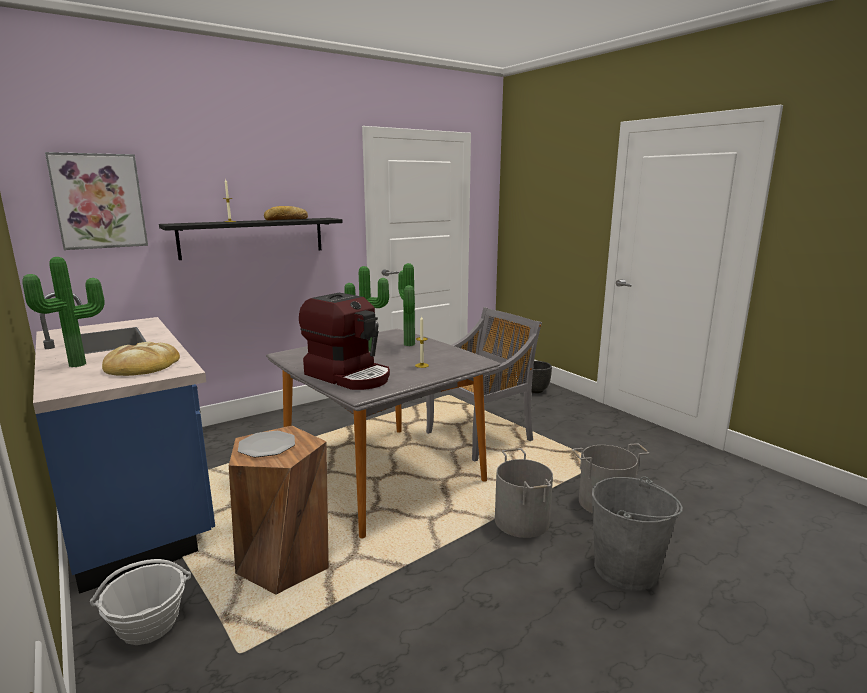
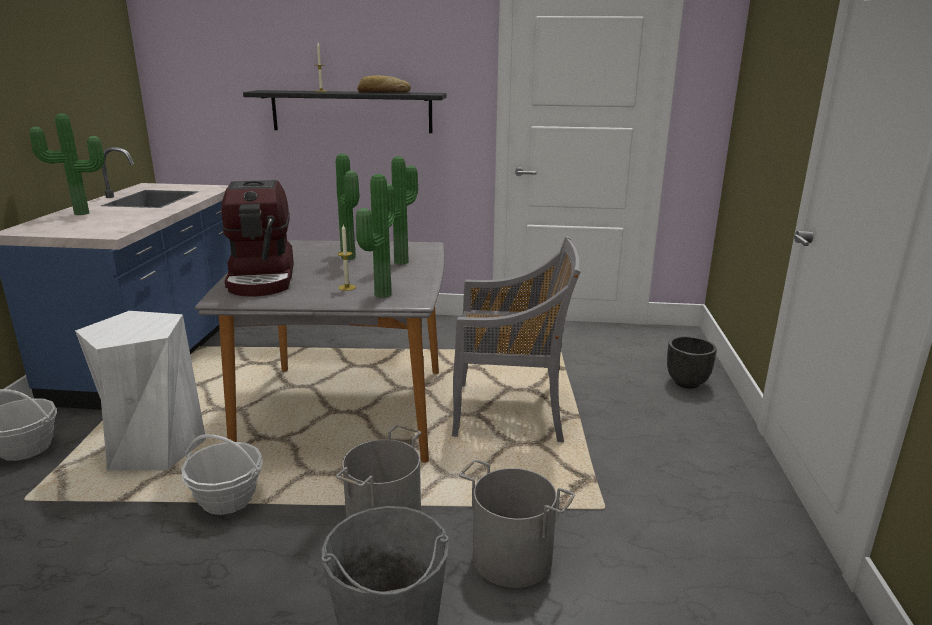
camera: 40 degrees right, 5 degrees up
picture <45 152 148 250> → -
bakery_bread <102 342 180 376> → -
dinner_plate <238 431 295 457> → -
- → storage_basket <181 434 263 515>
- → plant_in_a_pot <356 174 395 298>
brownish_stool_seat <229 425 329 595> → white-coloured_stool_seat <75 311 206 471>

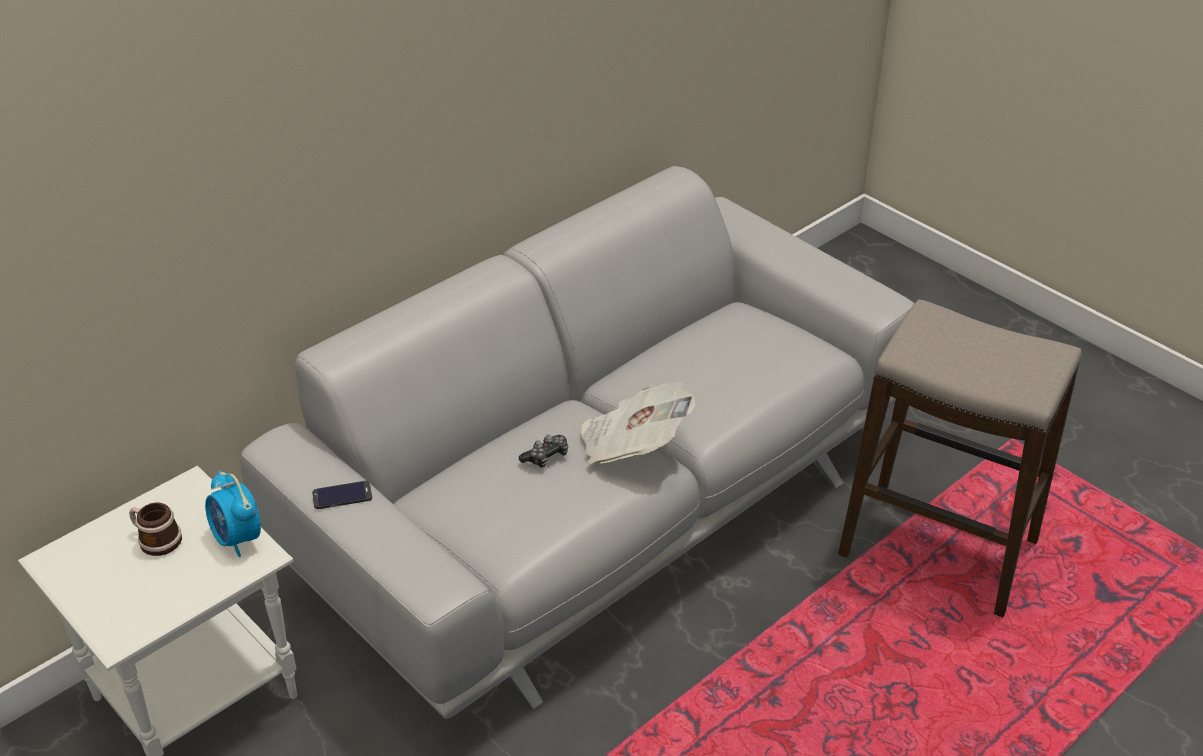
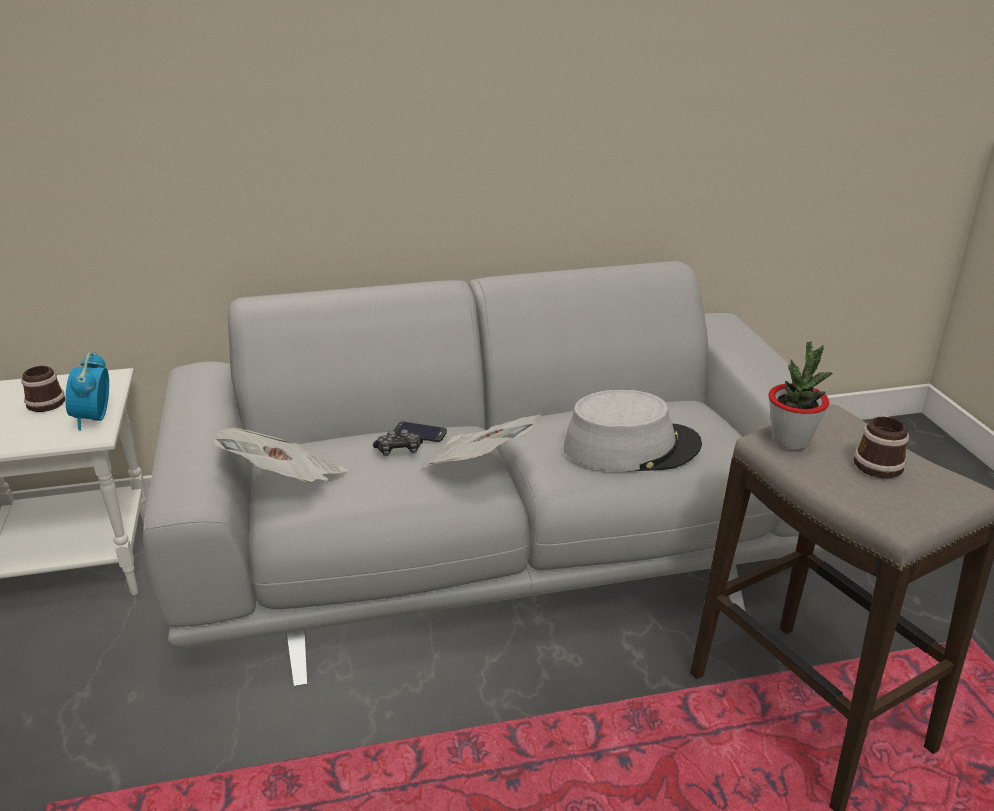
camera: 30 degrees right, 10 degrees down
- → newspaper <212 427 348 483>
- → greyish_wearable_hat <564 390 702 472>
- → plant_in_a_pot <768 342 833 450>
- → tea_mug <854 416 909 478>
phone <312 481 372 509> → phone <393 422 447 442>, moved

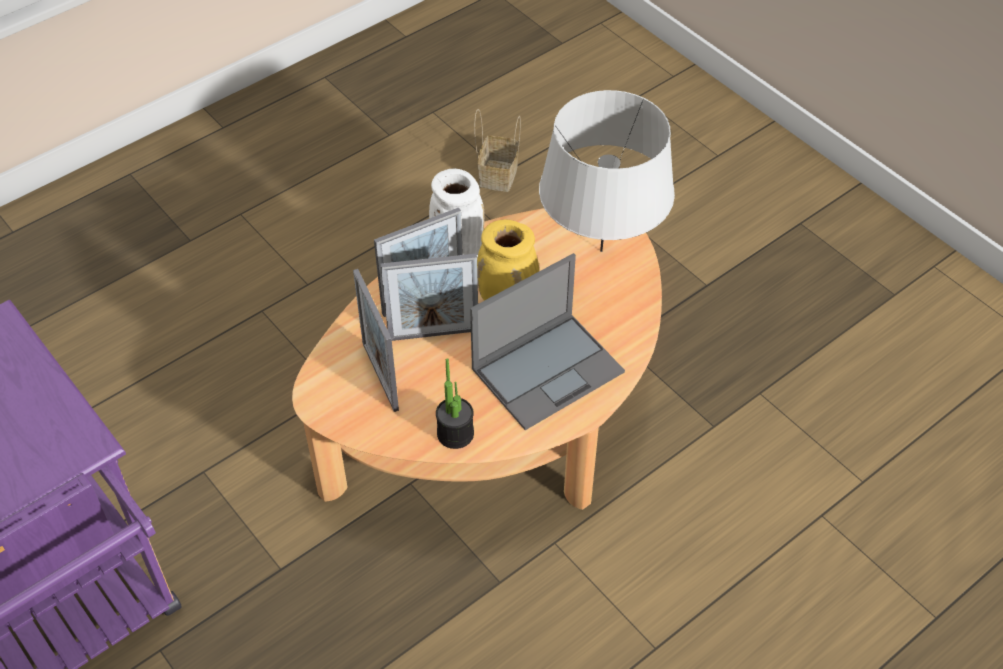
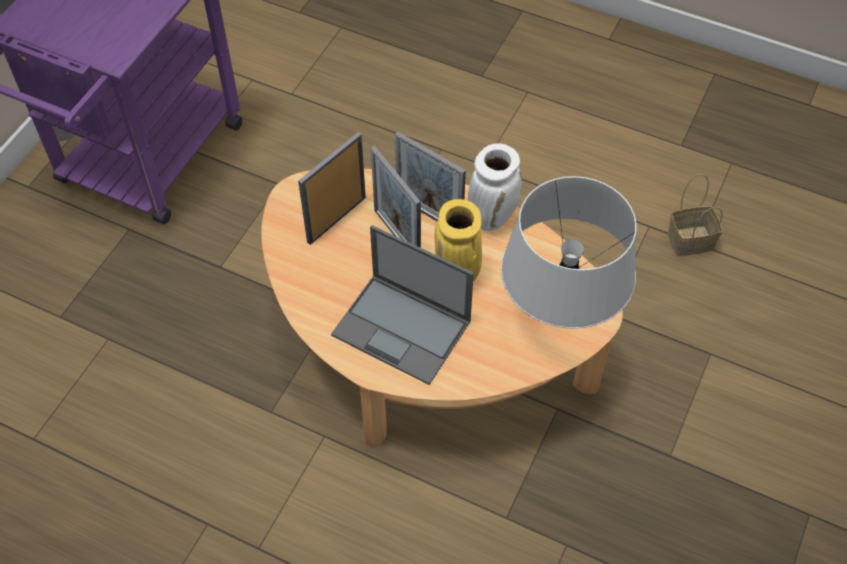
camera: 65 degrees right, 5 degrees up
plant_in_a_pot <436 358 474 449> → -

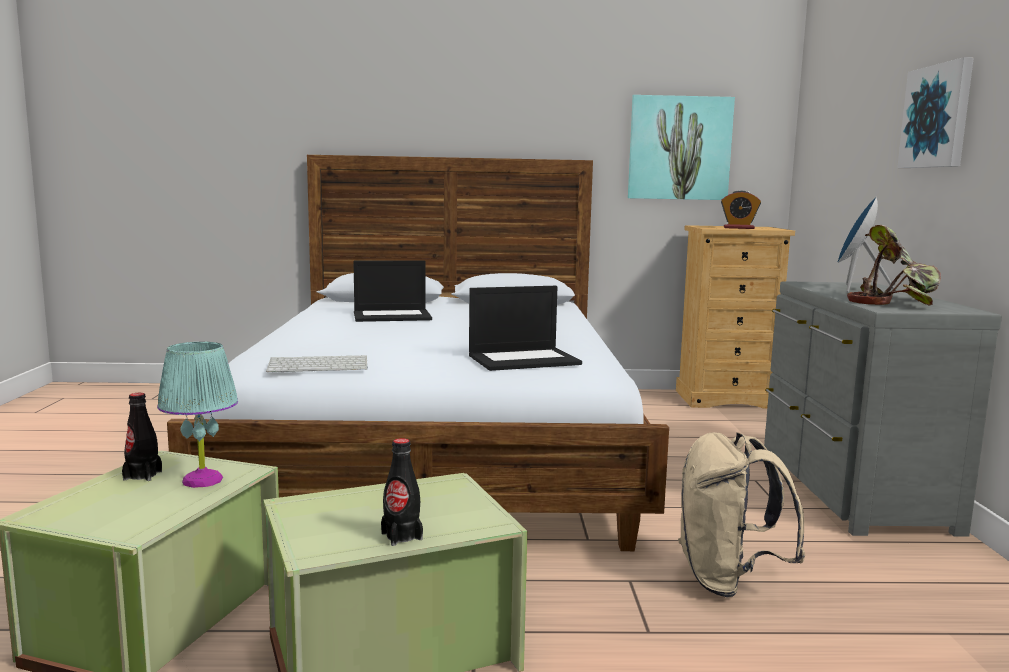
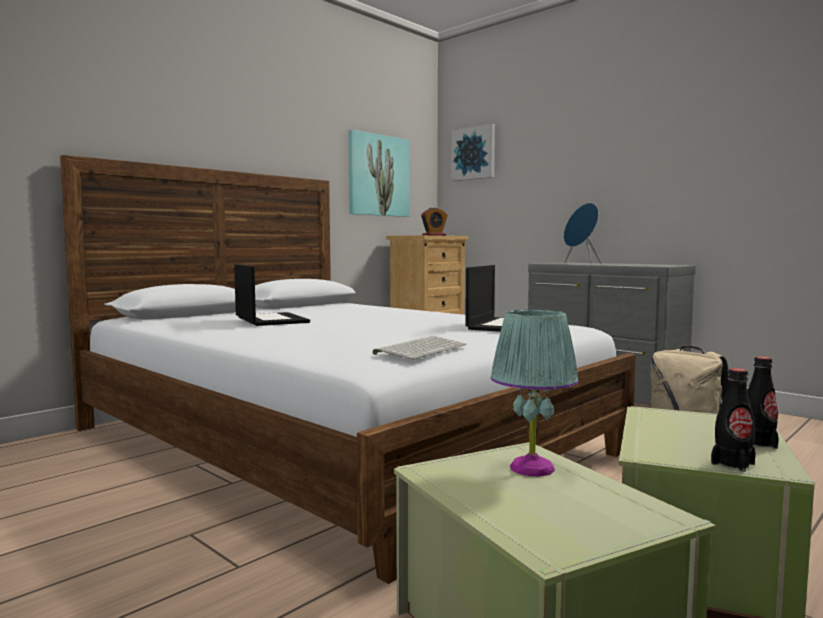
camera: 45 degrees left, 5 degrees down
plant_in_a_pot <847 225 941 306> → -
blackish_bottle <122 393 162 481> → blackish_bottle <711 368 756 472>, moved
picture <897 57 974 168> → picture <451 124 495 181>, moved
portable_computer <354 260 432 322> → portable_computer <234 264 310 326>, 60 degrees counterclockwise

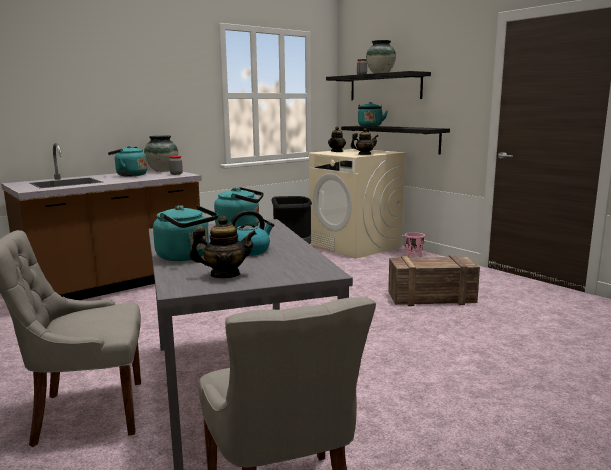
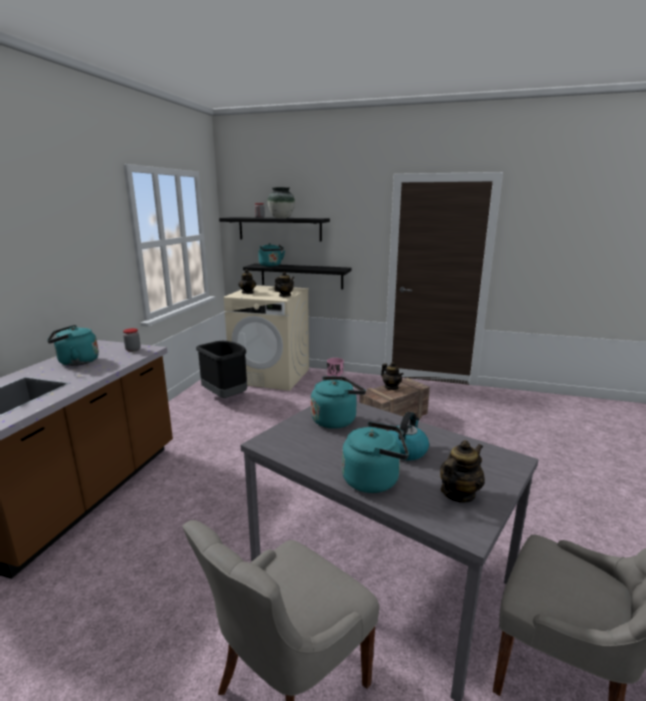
camera: 35 degrees left, 5 degrees up
vase <144 135 178 172> → -
- → pot_for_tea <381 362 404 390>

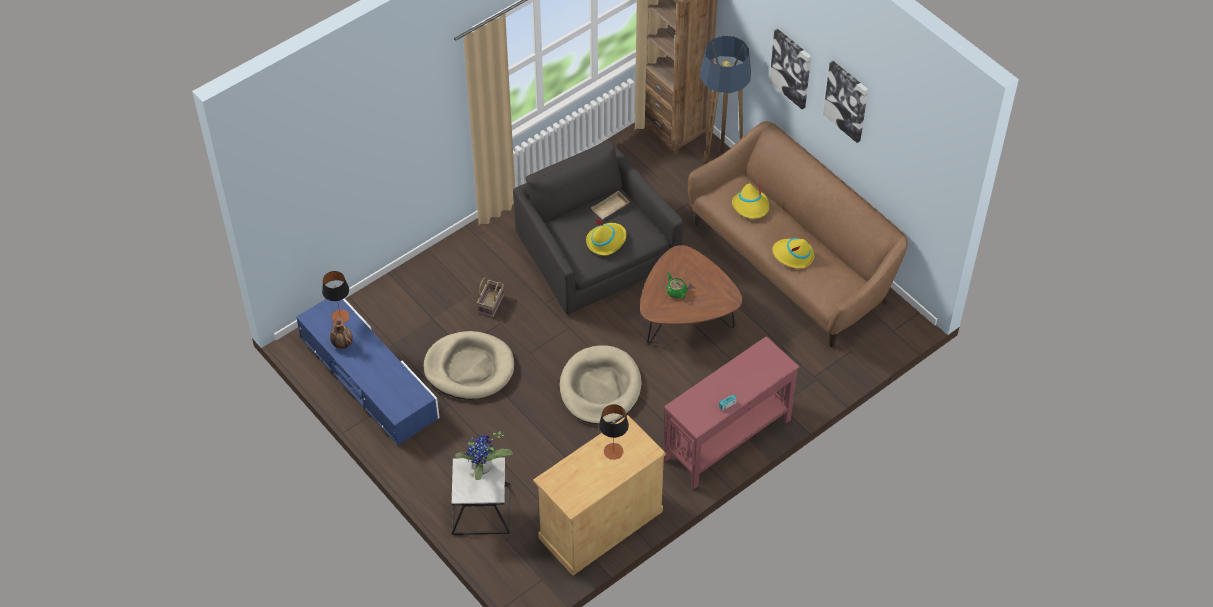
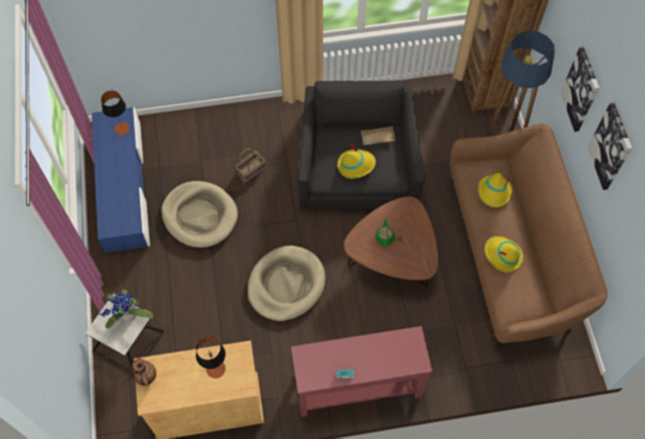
camera: 30 degrees right, 10 degrees up
vase <330 317 353 349> → vase <132 358 156 386>, moved

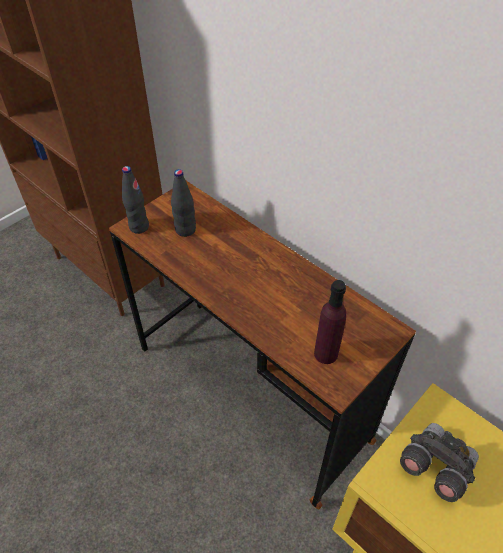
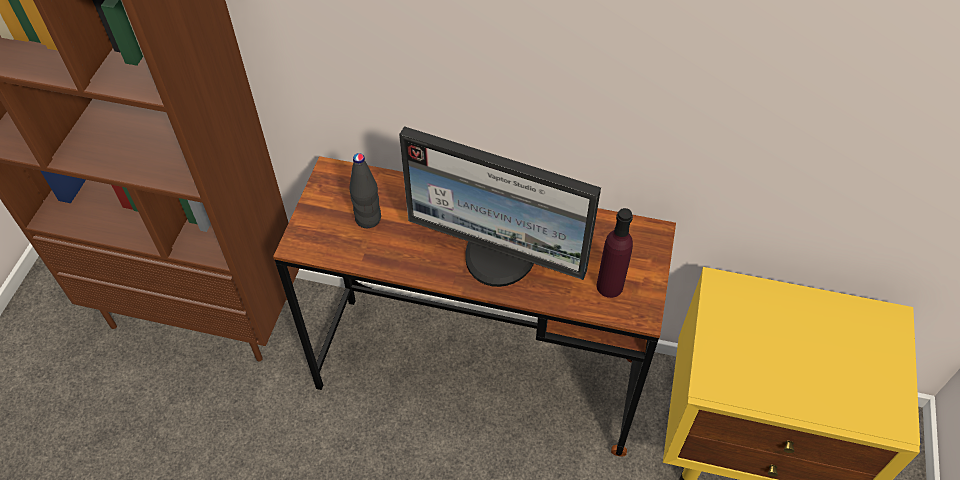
camera: 30 degrees left, 5 degrees up
blackish_bottle <122 166 149 234> → -
greyish_binoculars <400 423 479 502> → -
- → monitor <399 126 601 287>

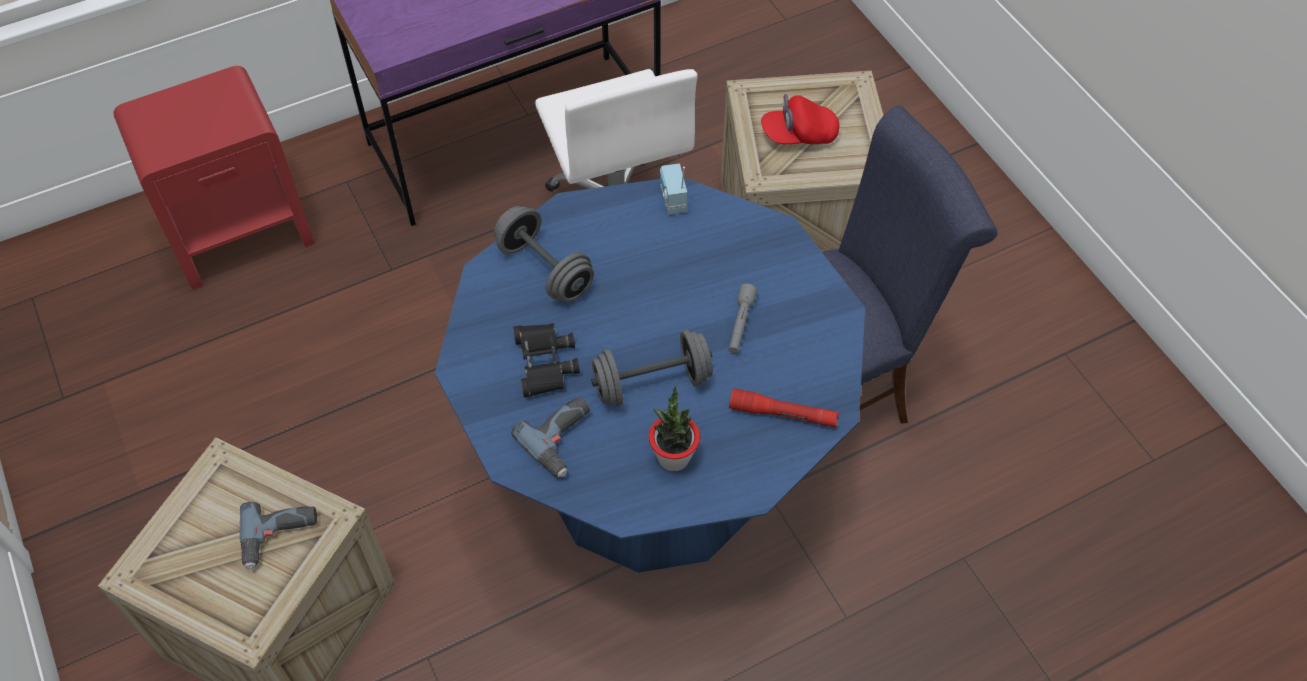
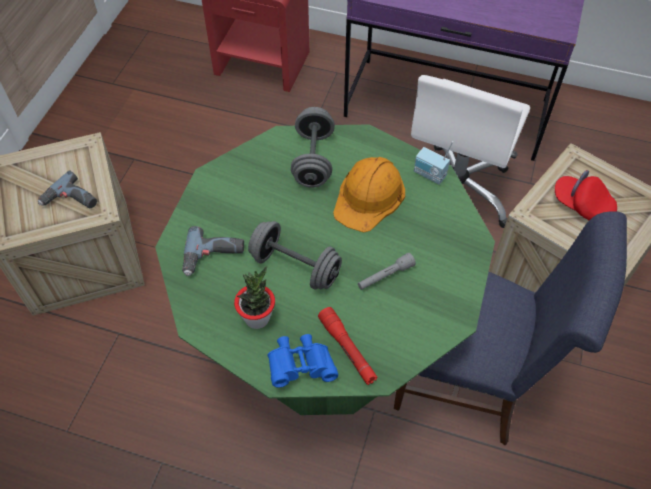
camera: 45 degrees right, 0 degrees up
blackish_binoculars <513 323 580 397> → -
- → blue_binoculars <268 334 338 388>
- → orangey_work_helmet <333 157 405 233>
blue_dinner_table <435 178 865 573> → green-coloured_dinner_table <155 125 495 415>
radio_receiver <660 164 687 214> → radio_receiver <414 141 453 185>, 90 degrees counterclockwise

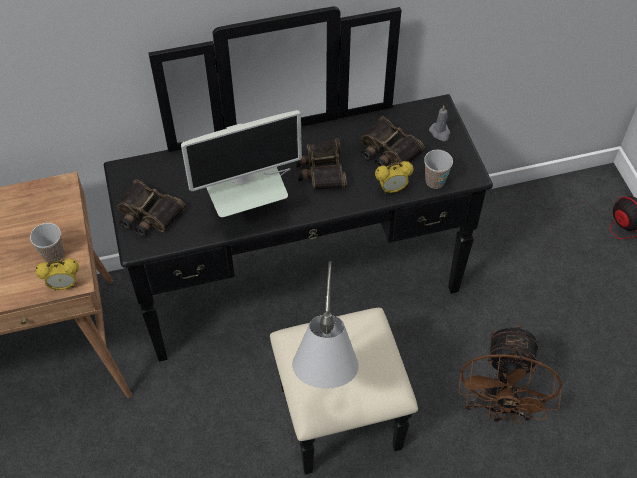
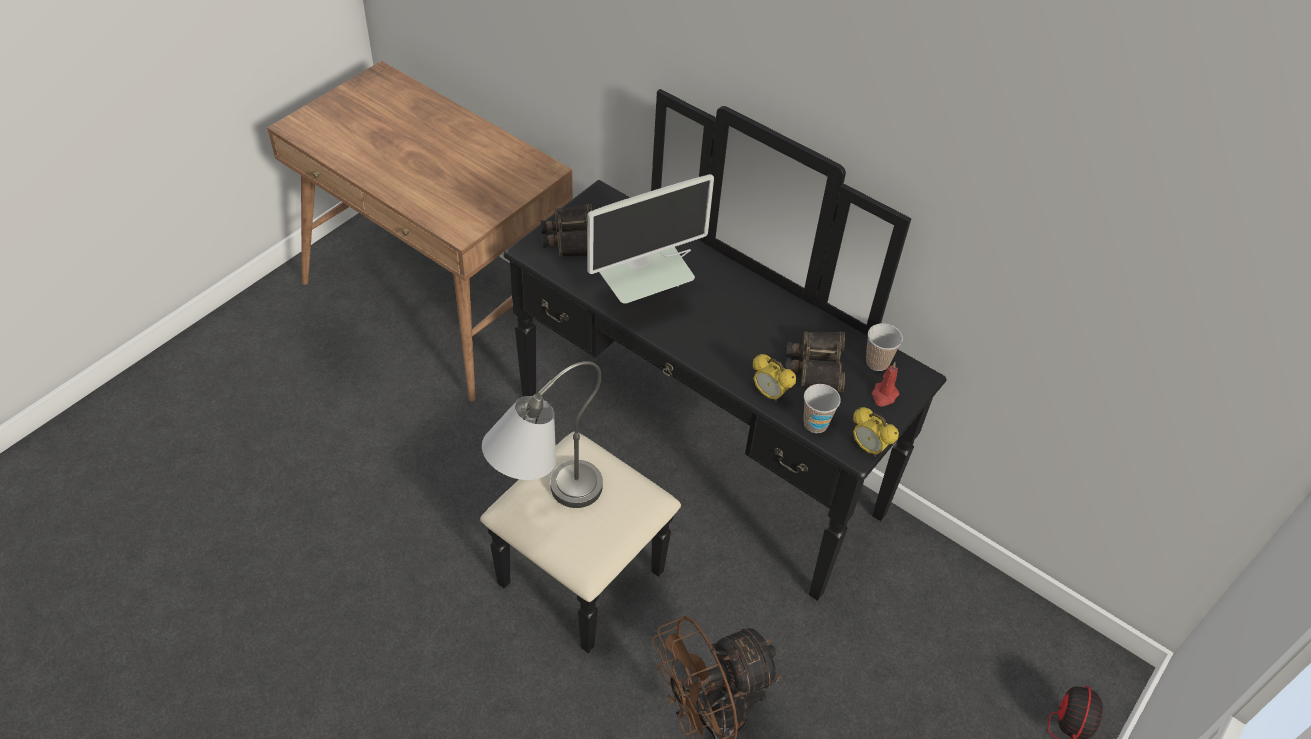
camera: 50 degrees right, 5 degrees down
binoculars <296 138 347 190> → -
small_cup <30 223 64 263> → small_cup <866 323 903 371>, moved
alarm_clock <35 258 79 291> → alarm_clock <853 407 899 457>, moved
greyish_wax_candle <429 106 450 141> → red-coloured_wax_candle <872 362 899 407>
monitor <181 110 302 217> → monitor <587 174 714 304>, 60 degrees counterclockwise

